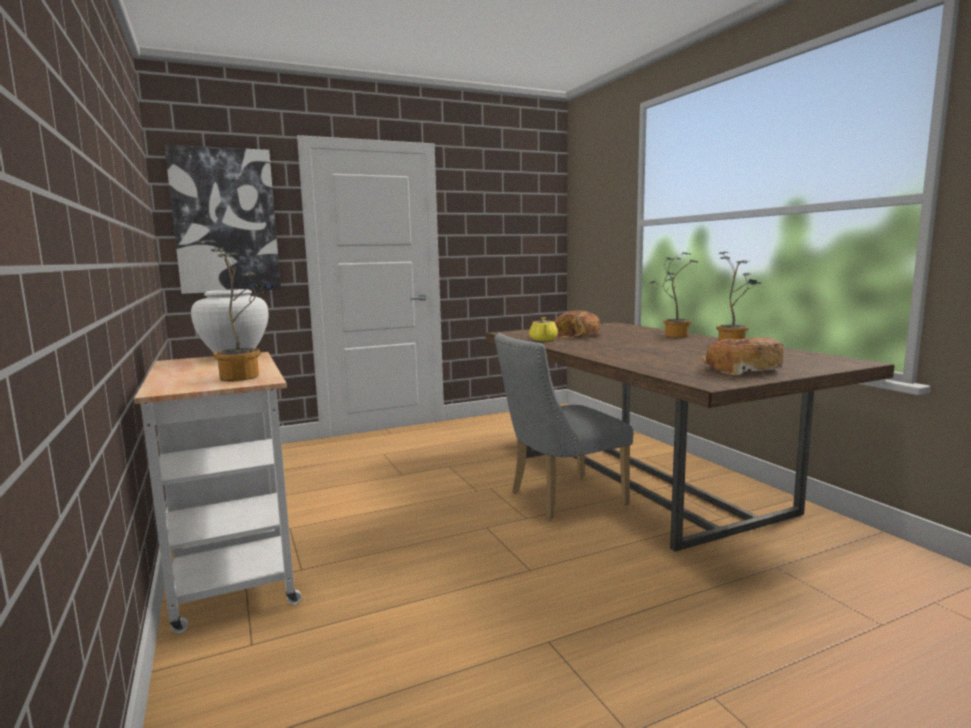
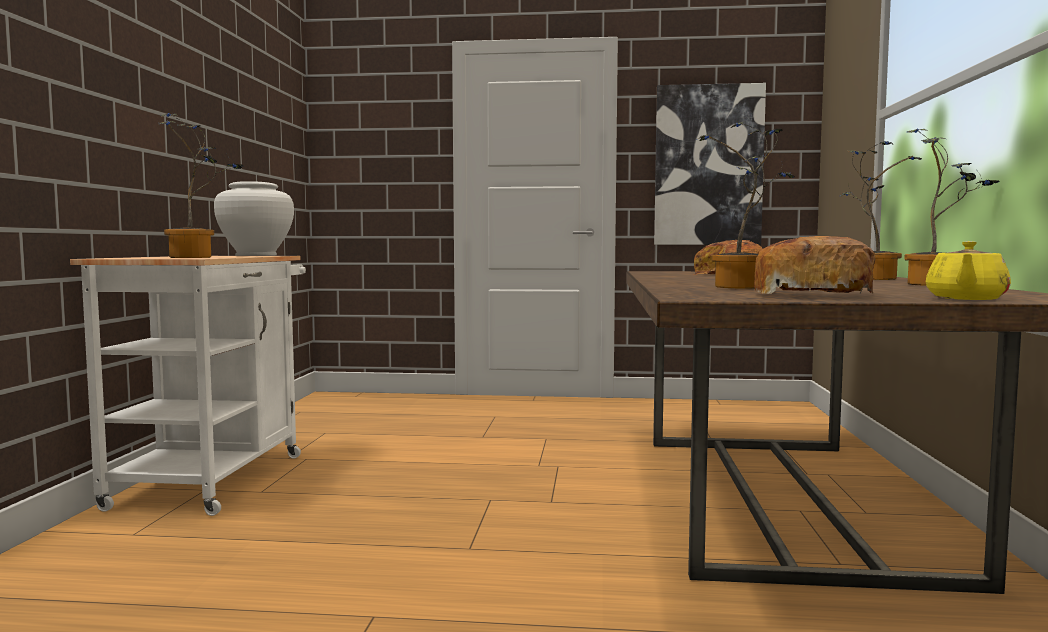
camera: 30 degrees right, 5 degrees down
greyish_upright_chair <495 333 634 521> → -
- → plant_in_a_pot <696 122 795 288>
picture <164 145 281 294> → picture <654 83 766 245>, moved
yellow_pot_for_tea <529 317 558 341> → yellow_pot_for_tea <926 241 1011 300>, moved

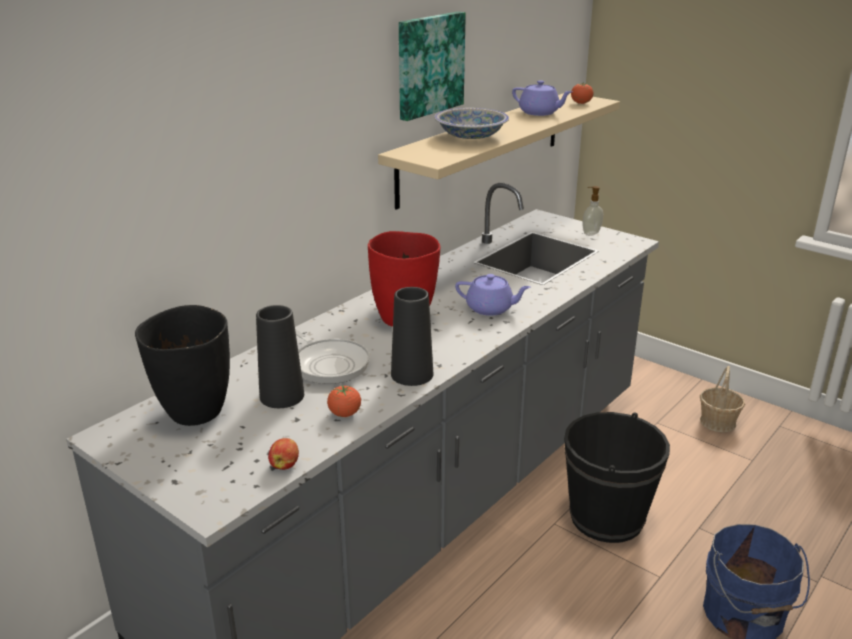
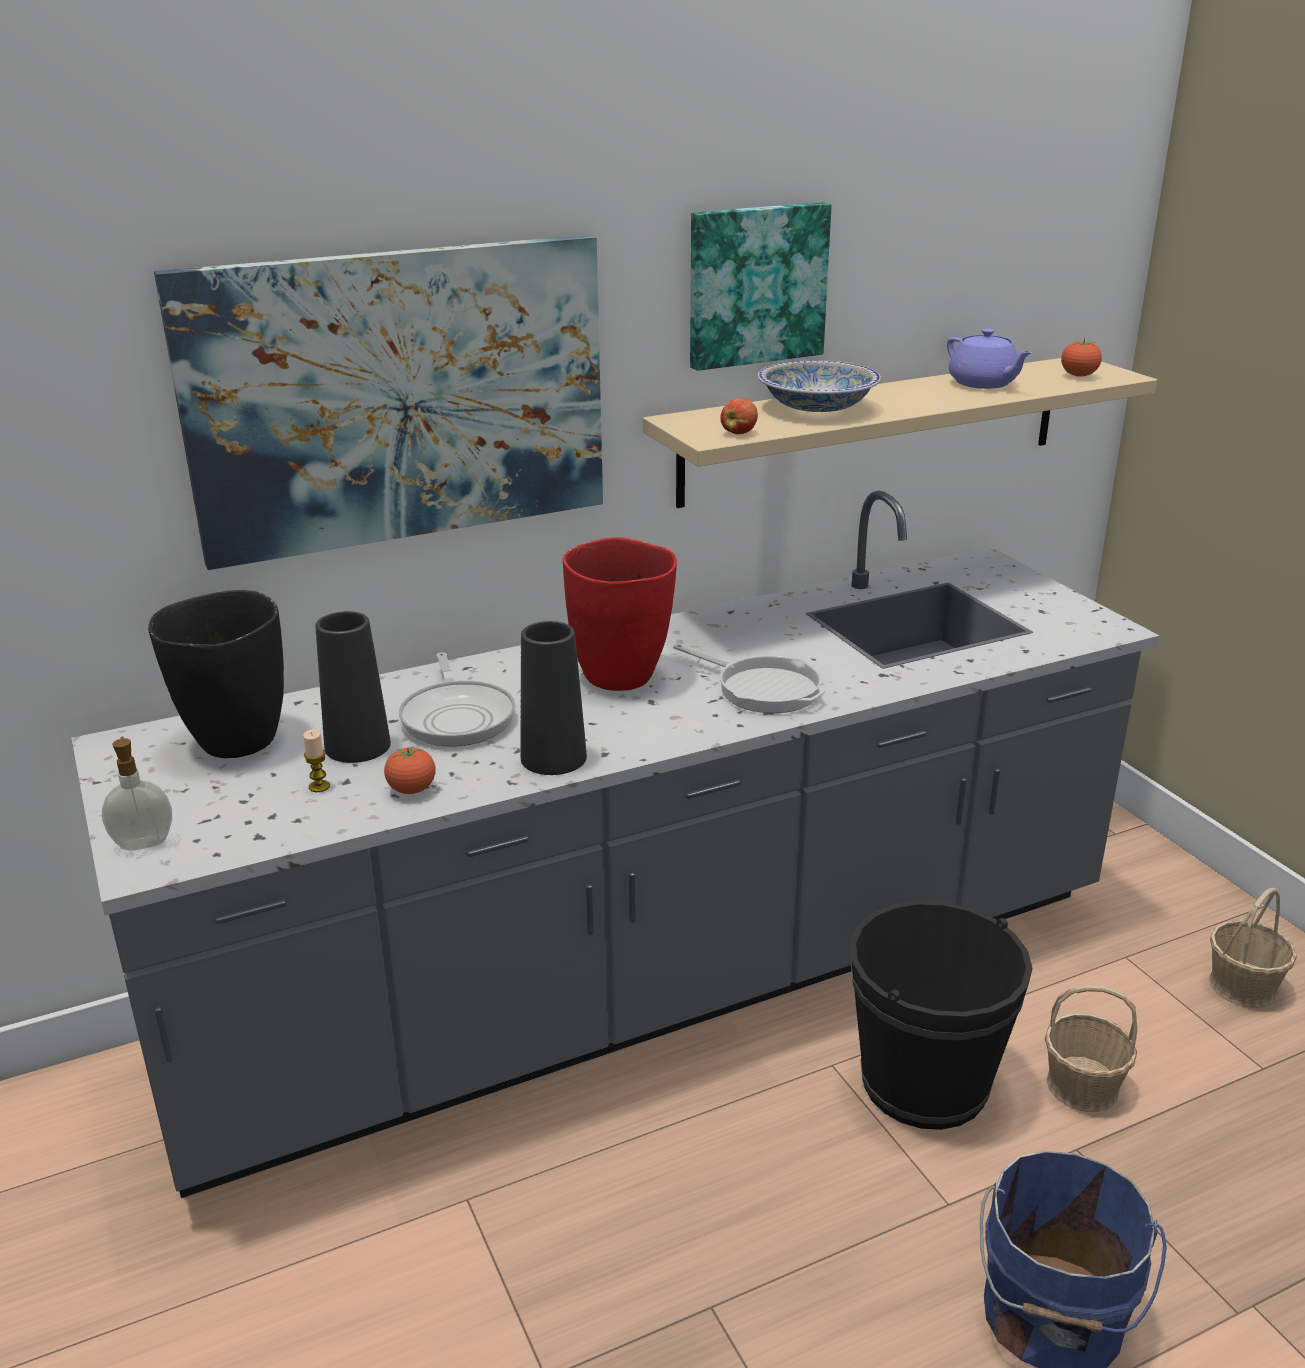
camera: 25 degrees right, 0 degrees up
- → picture <154 235 603 570>
- → wax_candle <303 729 330 792>
- → storage_basket <1045 985 1138 1112>
whole_apple <268 438 299 470> → whole_apple <720 398 758 434>, moved
soap_dispenser <582 186 603 236> → soap_dispenser <102 736 172 850>, moved
purplish_pot_for_tea <455 274 531 316> → skillet <673 644 826 713>

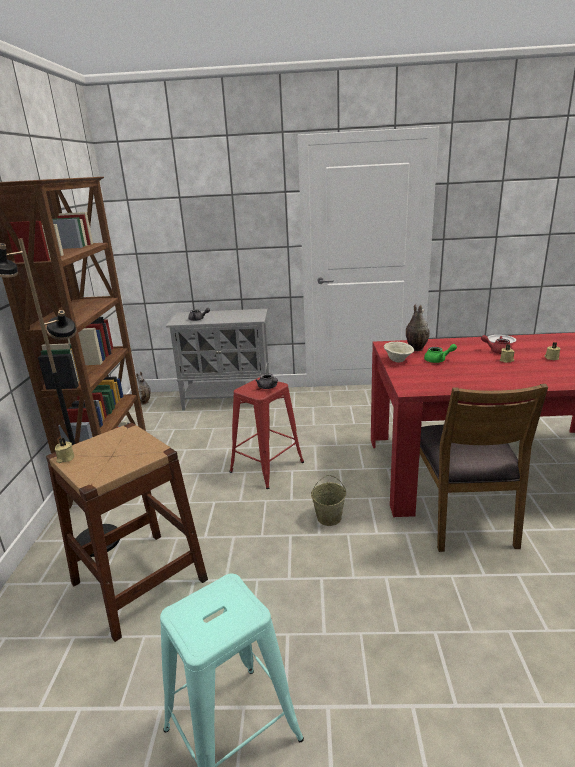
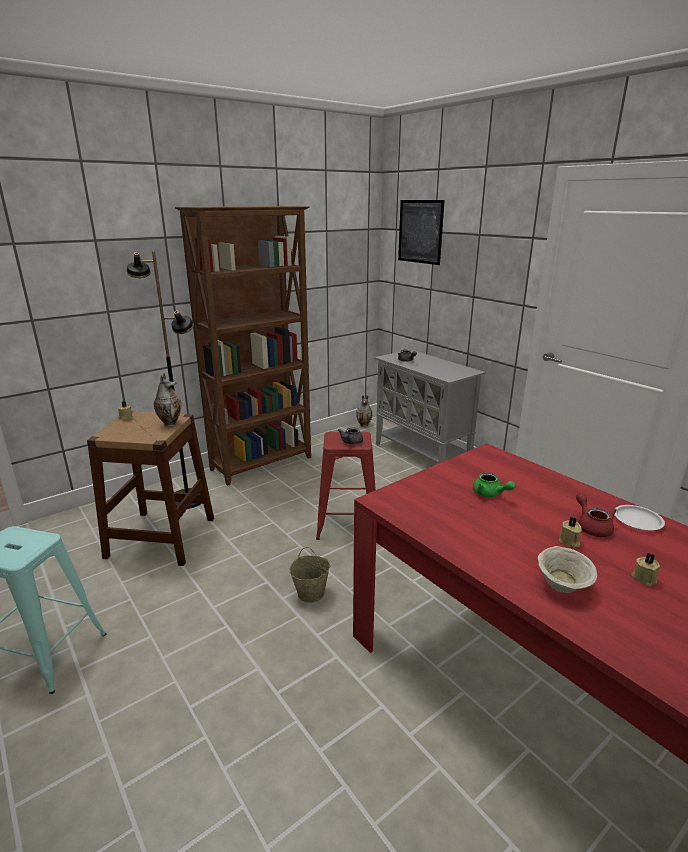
camera: 50 degrees right, 0 degrees up
brownish_upright_chair <419 384 548 552> → -
- → picture <398 200 445 265>
beige_bowl <384 342 414 363> → beige_bowl <538 546 597 593>, moved
vase <406 304 430 351> → vase <154 373 181 426>, moved

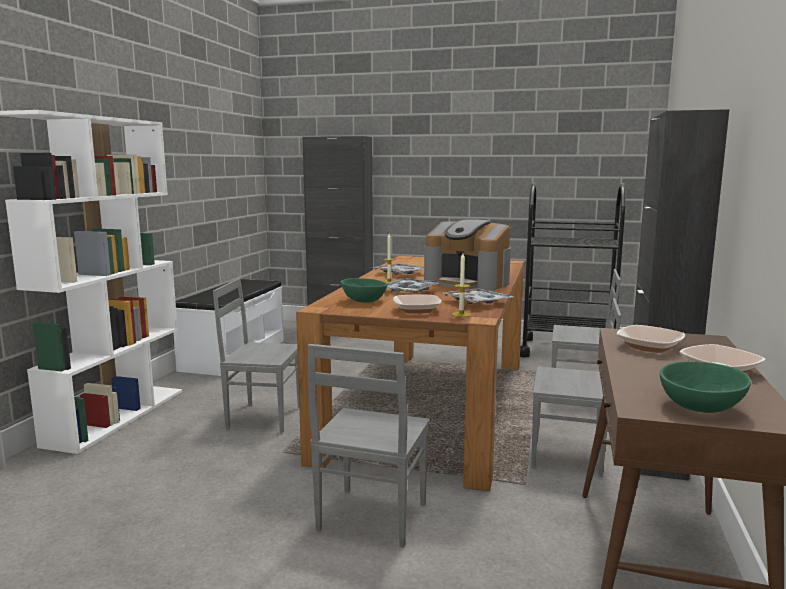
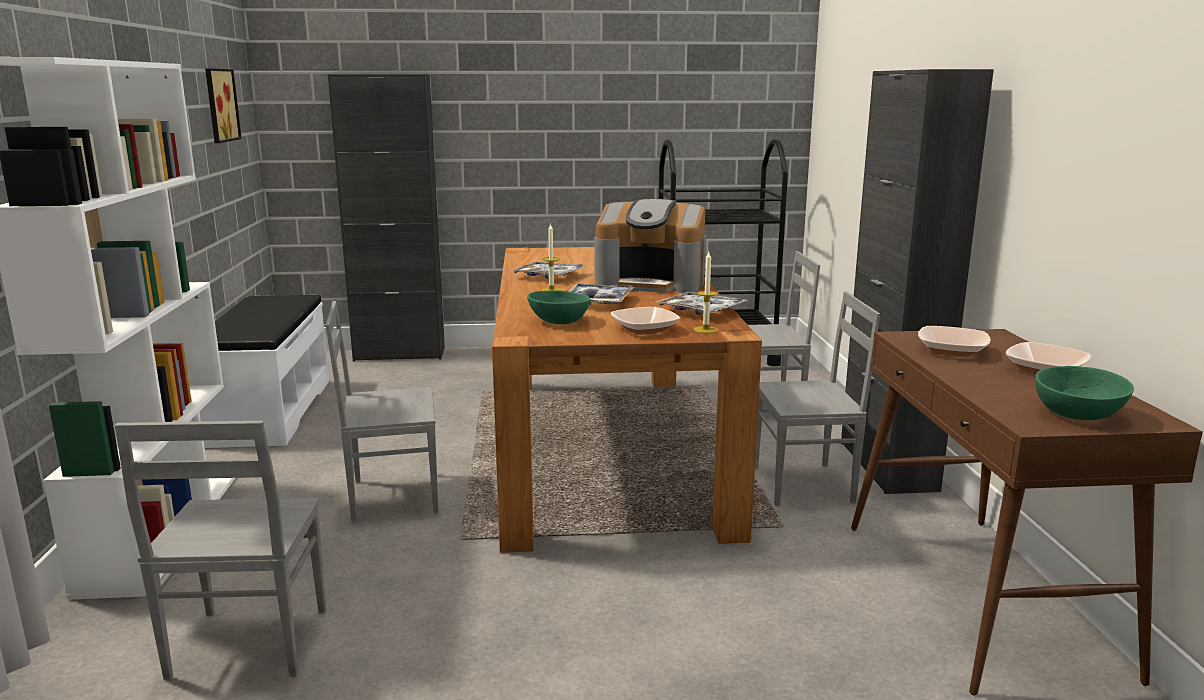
camera: 20 degrees left, 5 degrees up
- → picture <205 68 242 143>
greyish_upright_chair <308 344 430 548> → greyish_upright_chair <114 421 326 680>, moved

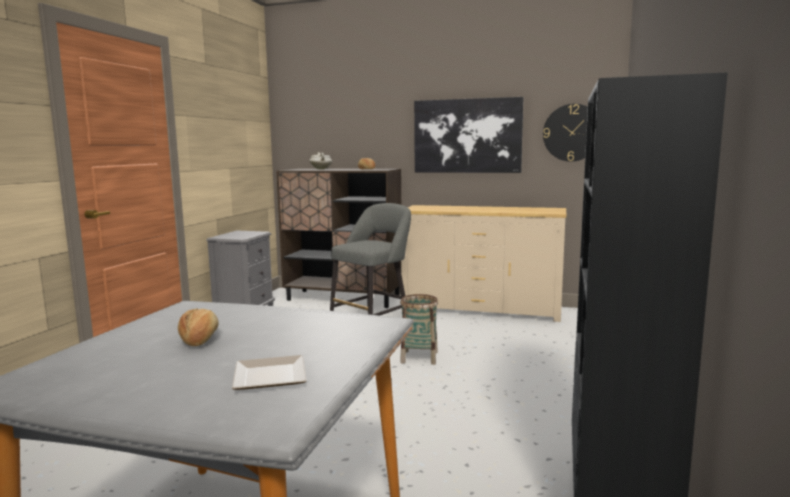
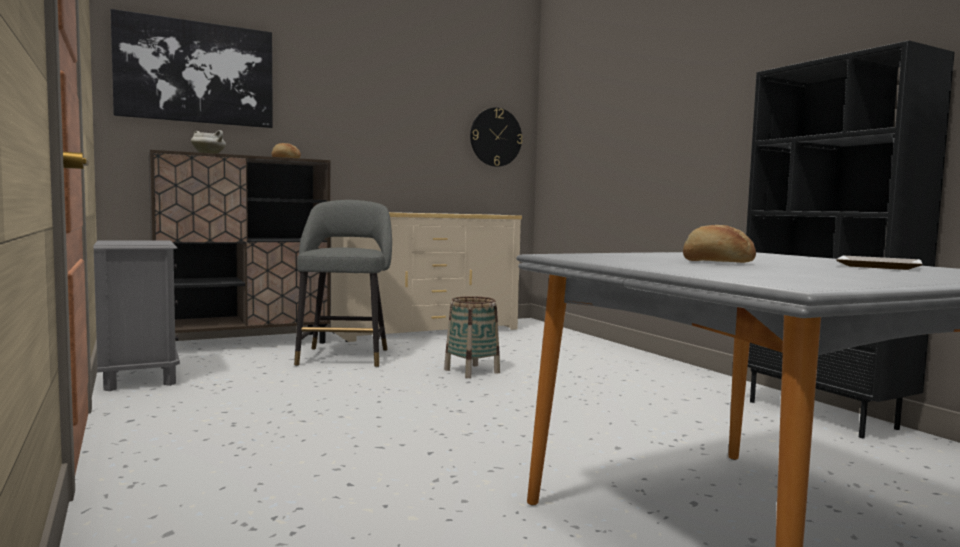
camera: 45 degrees left, 5 degrees down
picture <414 97 524 173> → picture <111 9 273 128>, moved

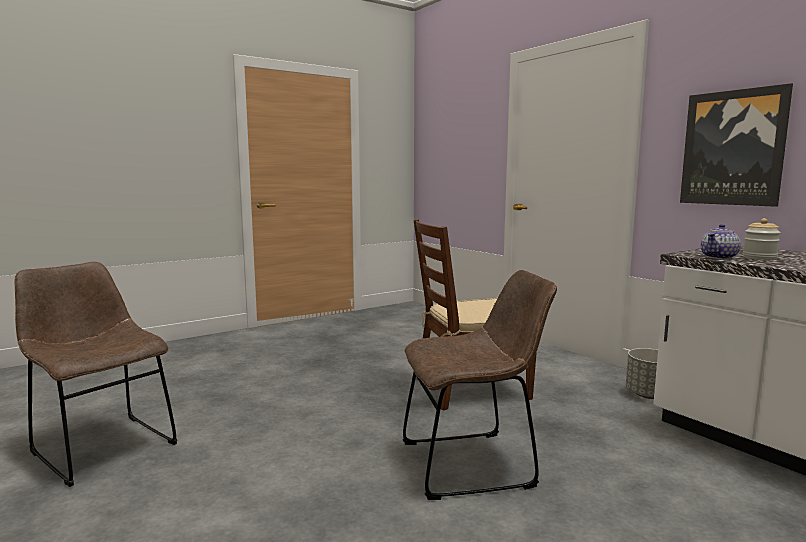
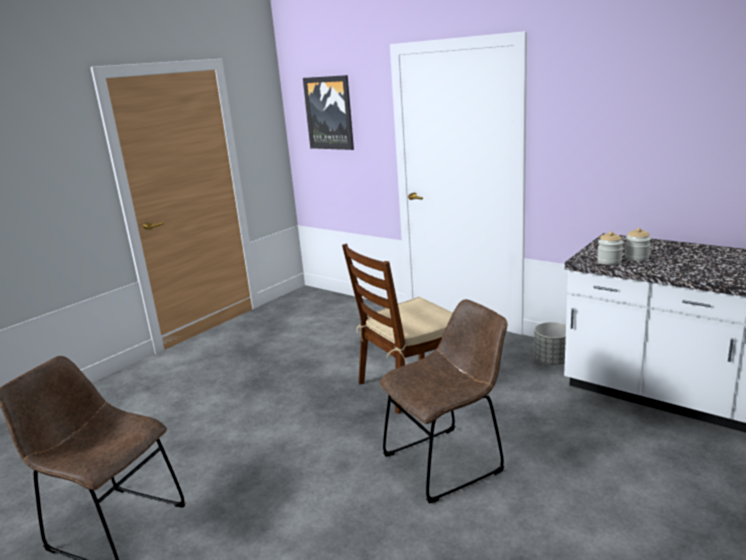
camera: 15 degrees left, 10 degrees up
picture <680 83 793 207> → picture <303 75 354 150>, moved
pot_for_tea <701 224 741 259> → preserve_jar <597 231 623 265>

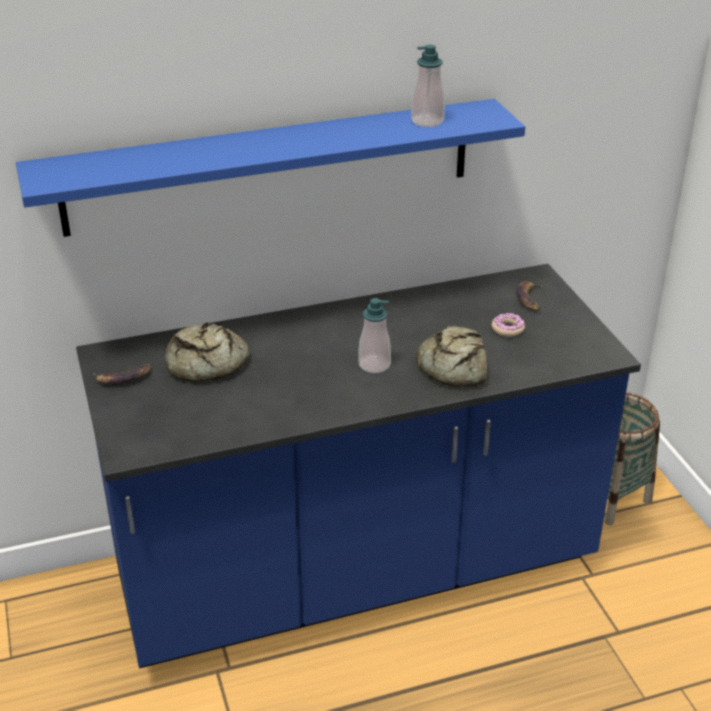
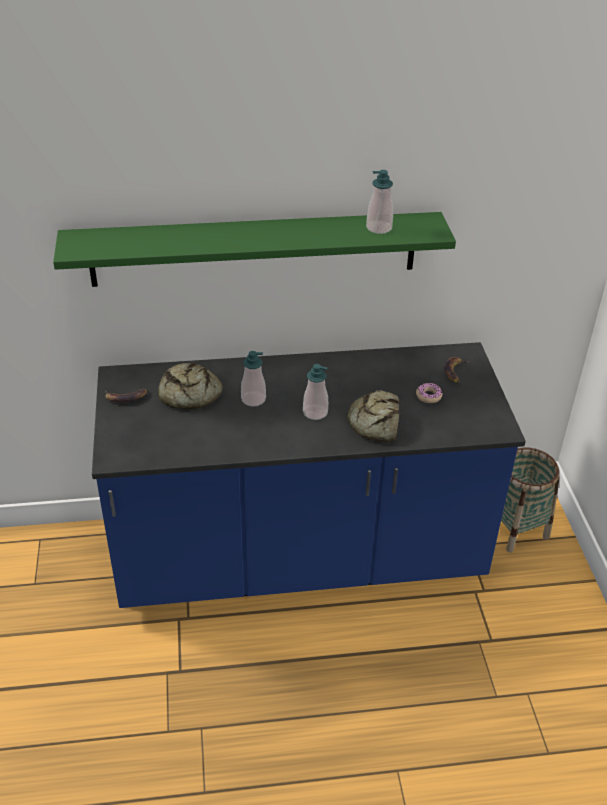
camera: 10 degrees right, 5 degrees up
- → soap_dispenser <241 351 266 407>
blue_shelf <16 99 525 237> → green-coloured_shelf <53 212 456 287>

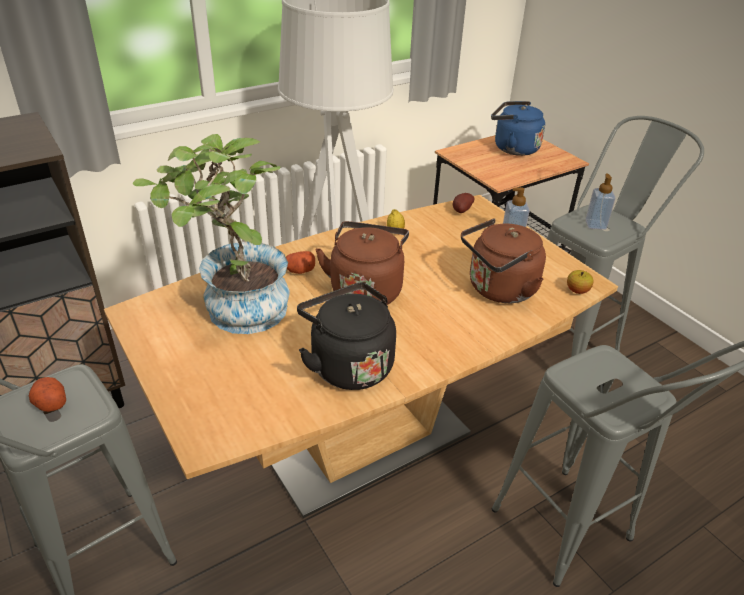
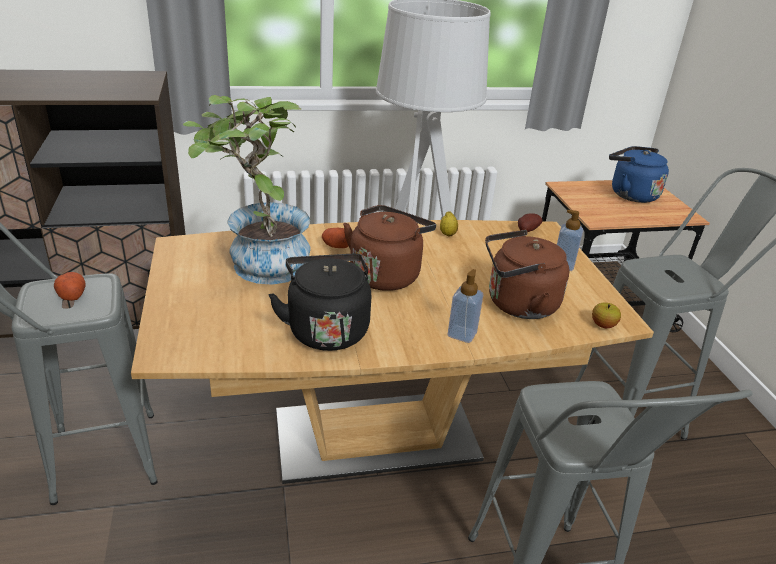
camera: 20 degrees right, 5 degrees down
soap_dispenser <585 174 616 230> → soap_dispenser <448 269 483 343>, moved

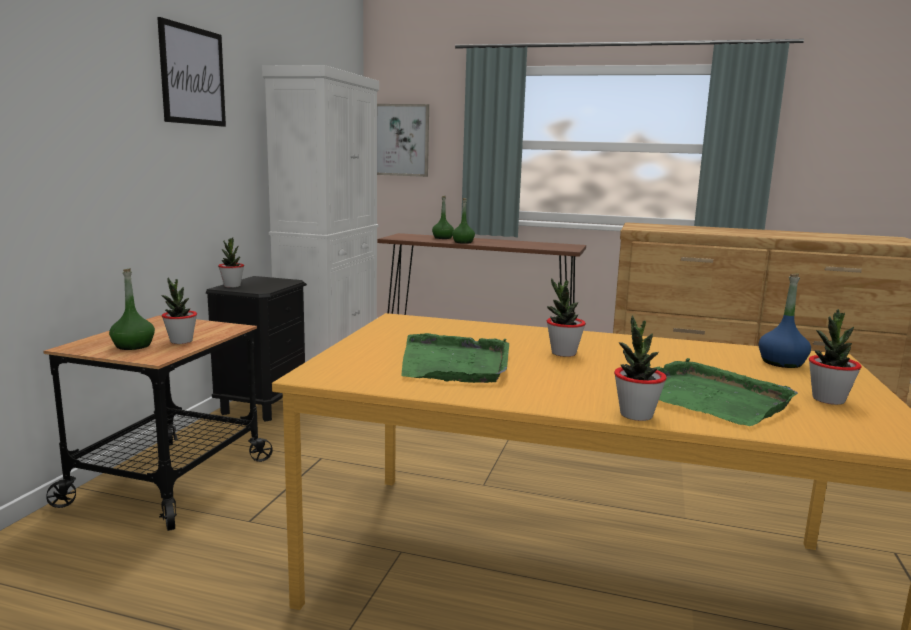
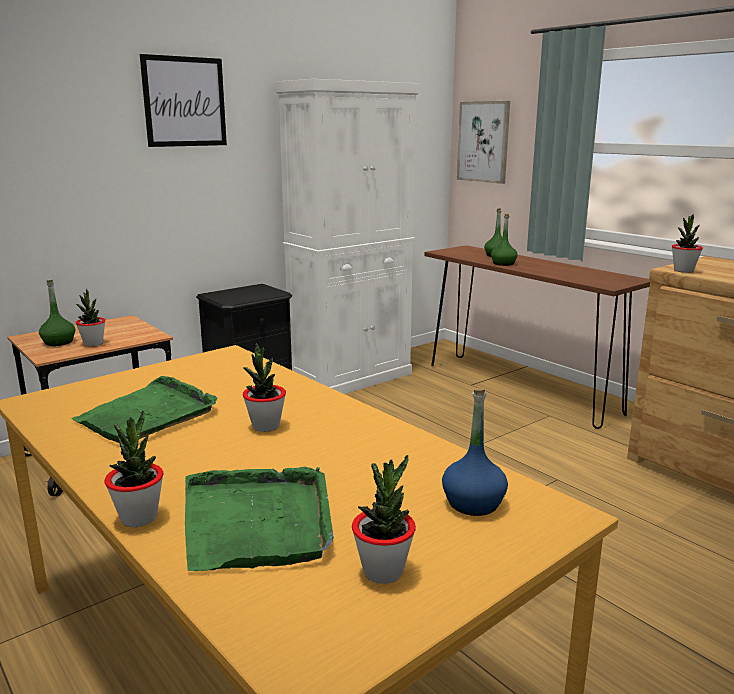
camera: 35 degrees right, 5 degrees up
plant_in_a_pot <218 237 244 288> → plant_in_a_pot <672 214 703 273>, moved

